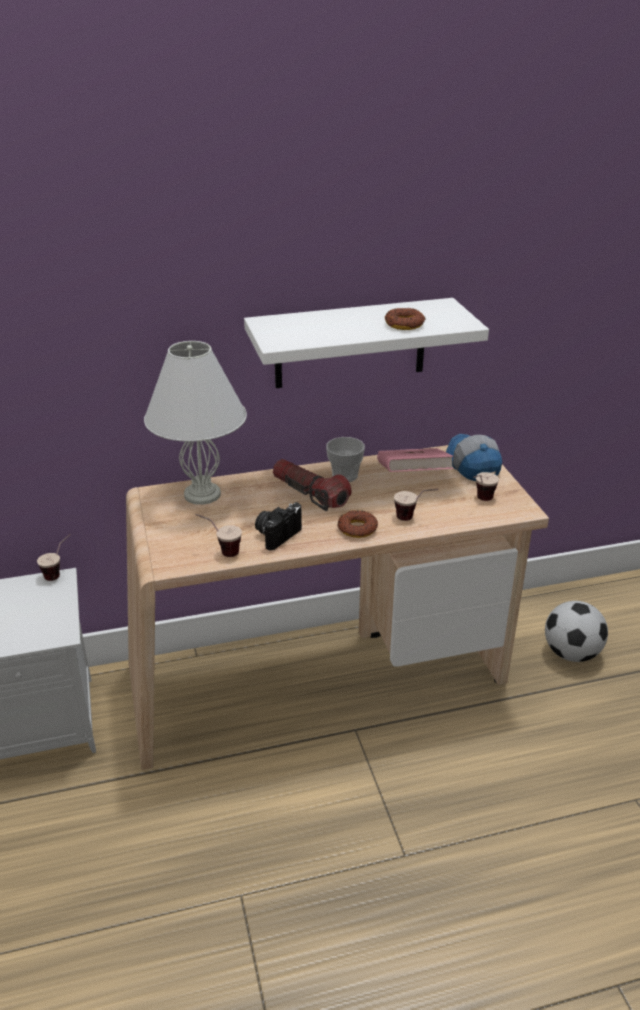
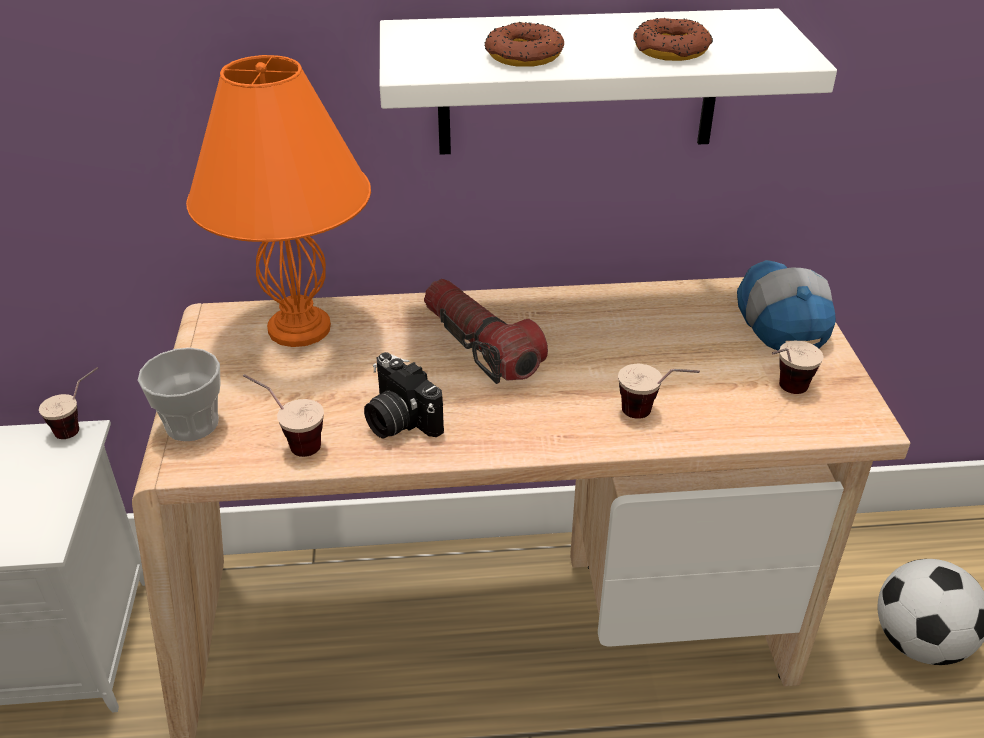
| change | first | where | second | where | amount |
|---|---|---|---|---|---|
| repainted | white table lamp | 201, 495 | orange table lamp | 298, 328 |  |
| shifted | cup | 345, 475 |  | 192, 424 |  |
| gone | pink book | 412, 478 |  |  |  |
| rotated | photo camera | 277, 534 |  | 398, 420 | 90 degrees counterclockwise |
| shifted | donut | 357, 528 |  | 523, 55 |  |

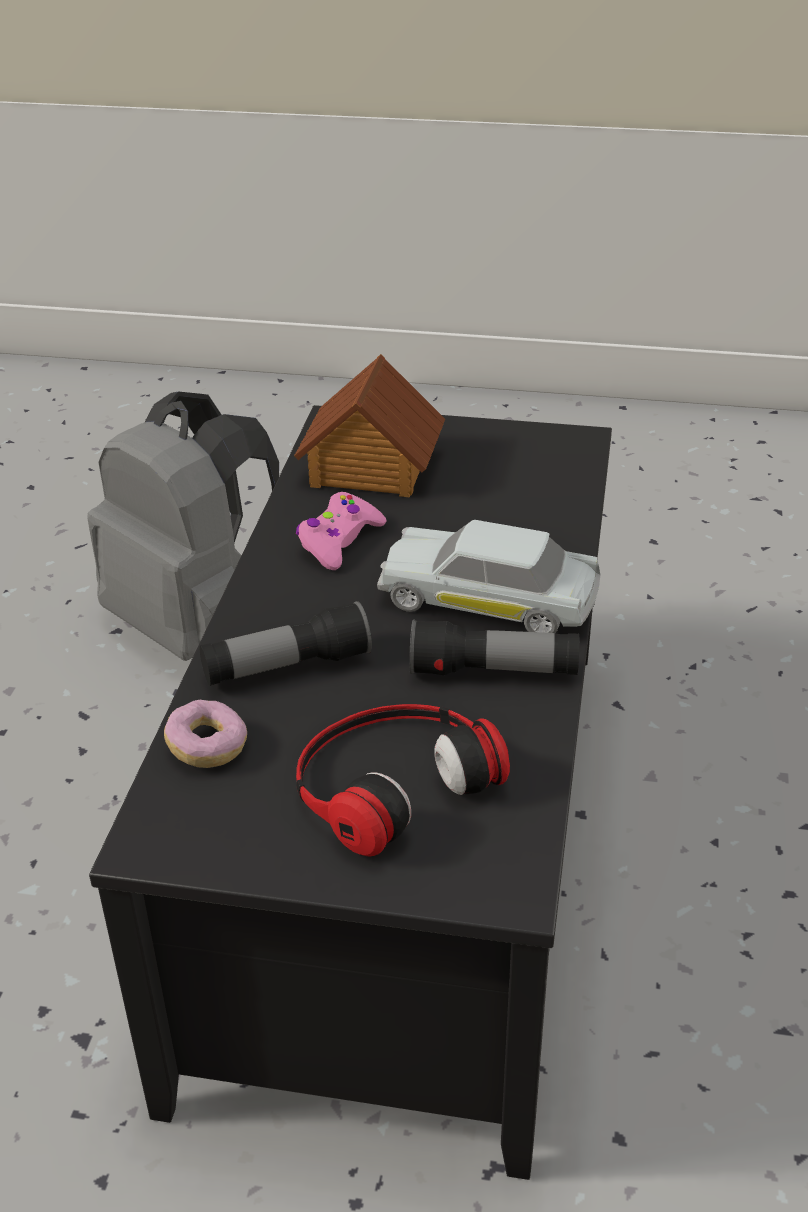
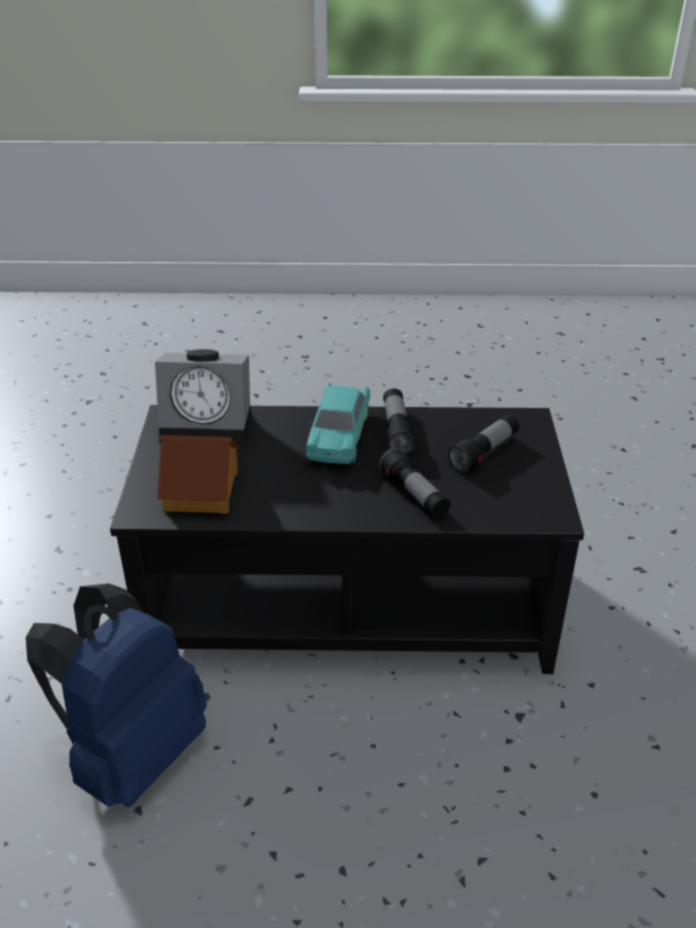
| change | first | where | second | where | amount |
|---|---|---|---|---|---|
| repainted | grey backpack | 196, 624 | blue backpack | 132, 754 |  |
| gone | pink game controller | 339, 541 |  |  |  |
| repainted | white toy car | 488, 601 | turquoise toy car | 339, 435 |  |
| gone | donut | 207, 747 |  |  |  |
| swapped | headphones | 391, 780 | flashlight | 484, 452 |  |
| new |  |  | alarm clock | 210, 425 |  |

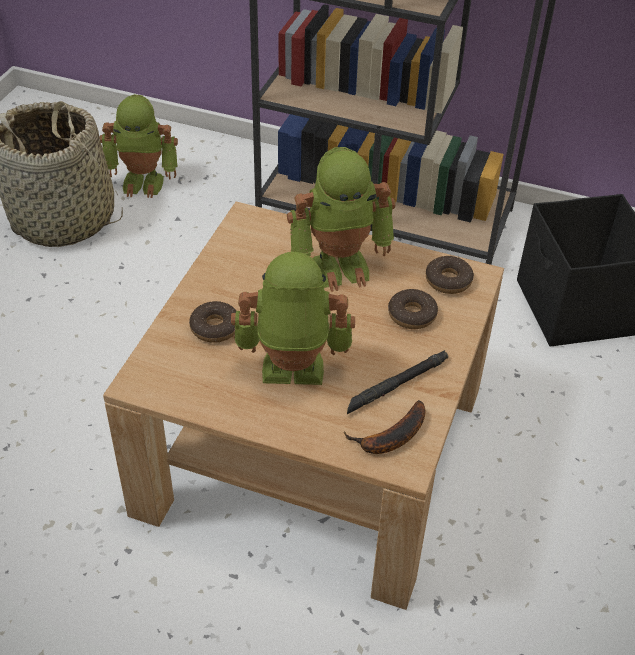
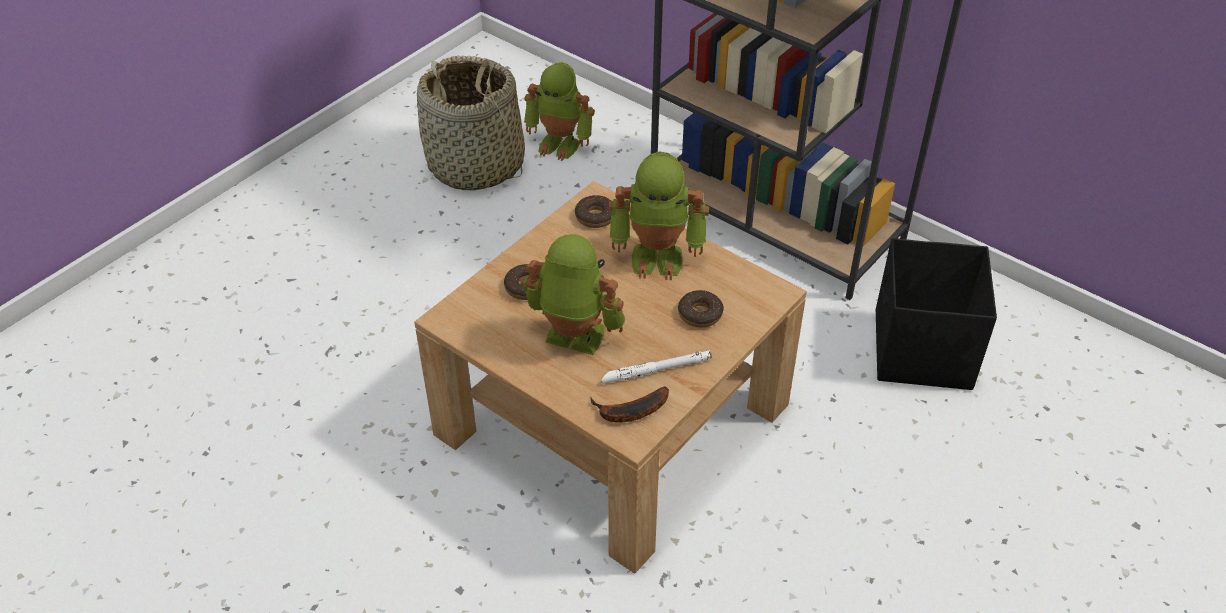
| change | first | where | second | where | amount |
|---|---|---|---|---|---|
| shifted | donut | 448, 280 |  | 595, 217 |  |
| repainted | black flashlight | 396, 385 | white flashlight | 656, 370 |  |

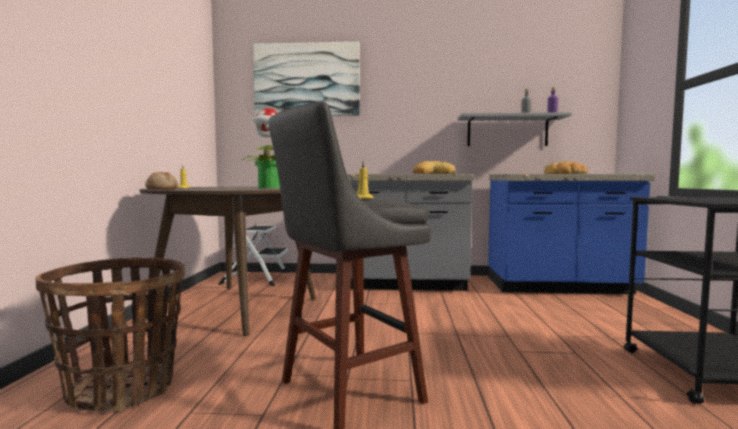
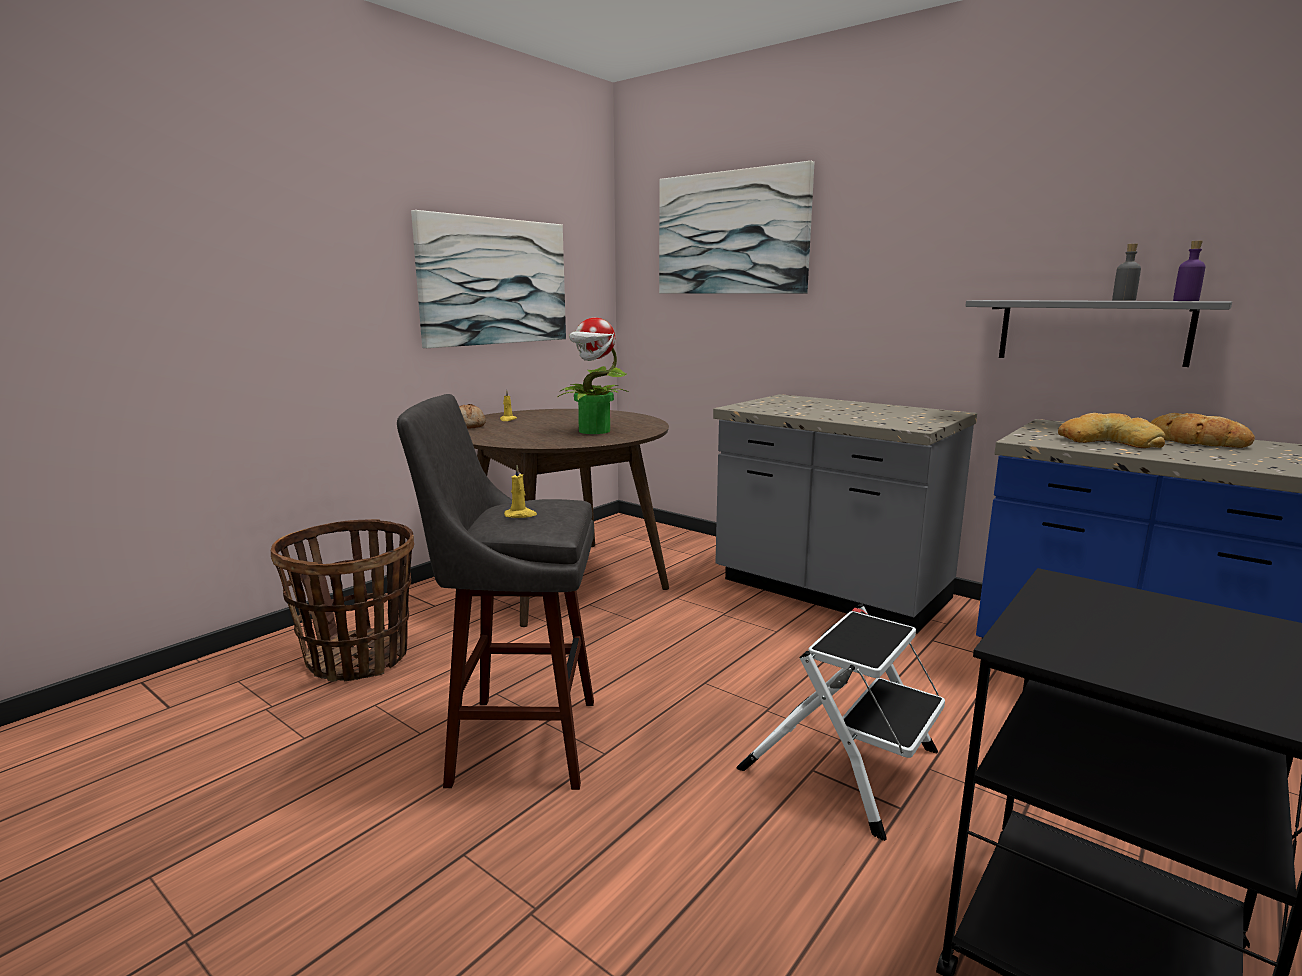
| change | first | where | second | where | amount |
|---|---|---|---|---|---|
| shifted | bread | 433, 173 |  | 1108, 441 |  |
| shifted | step ladder | 256, 278 |  | 841, 764 |  |
| new |  |  | picture | 494, 282 |  |

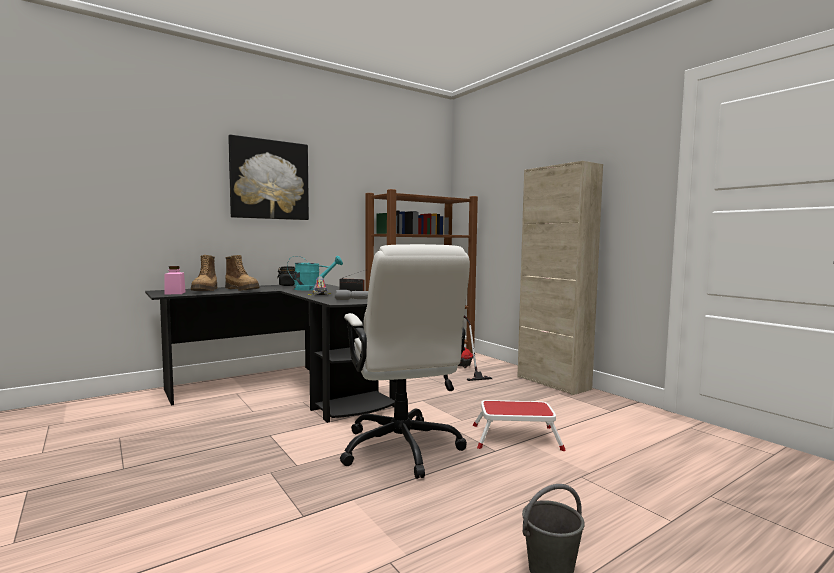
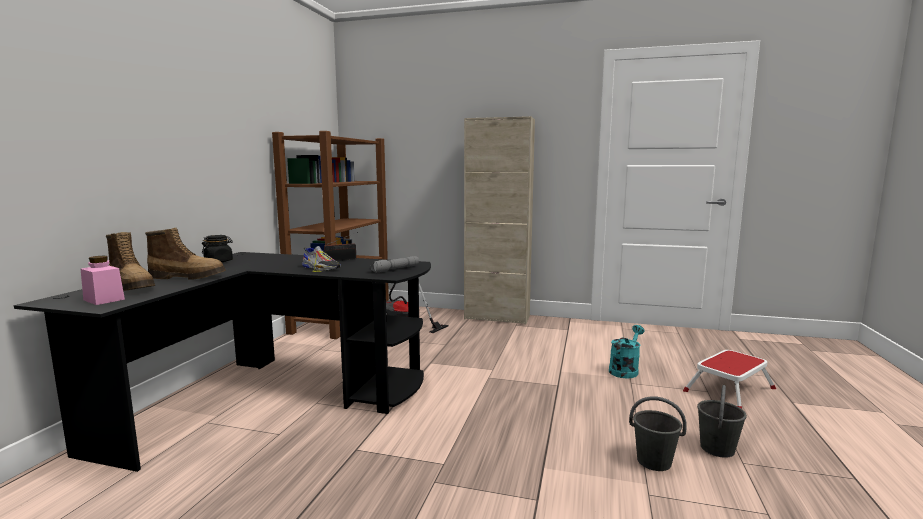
| change | first | where | second | where | amount |
|---|---|---|---|---|---|
| gone | picture | 269, 180 |  |  |  |
| gone | white office chair | 403, 451 |  |  |  |
| shifted | turquoise watering can | 312, 289 |  | 625, 370 |  |
| shifted | red step ladder | 516, 437 |  | 729, 389 |  |
| new |  |  | grey bucket | 653, 461 |  |

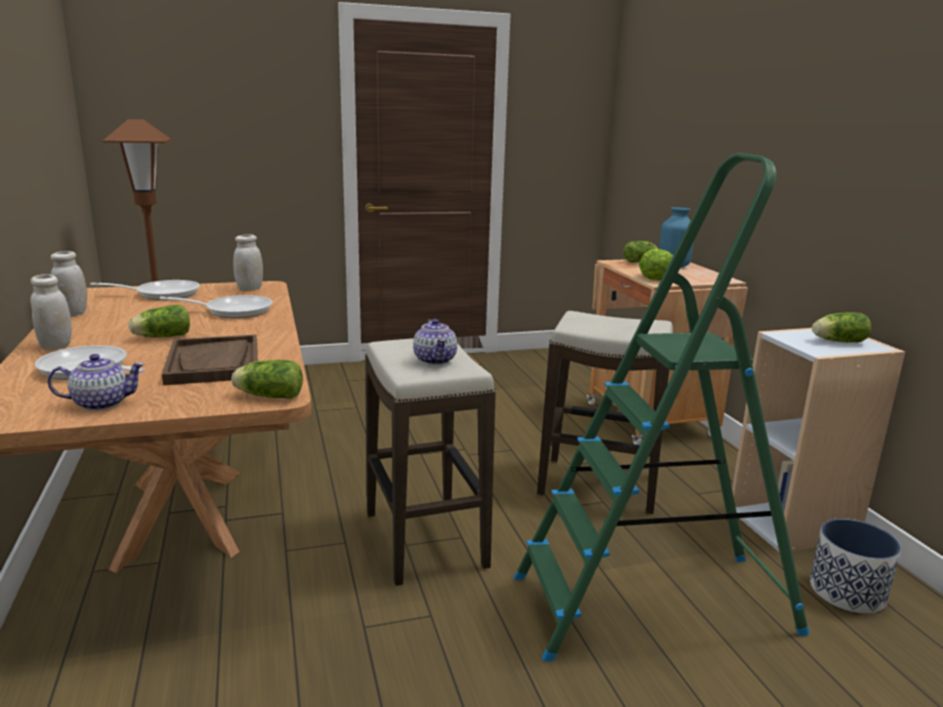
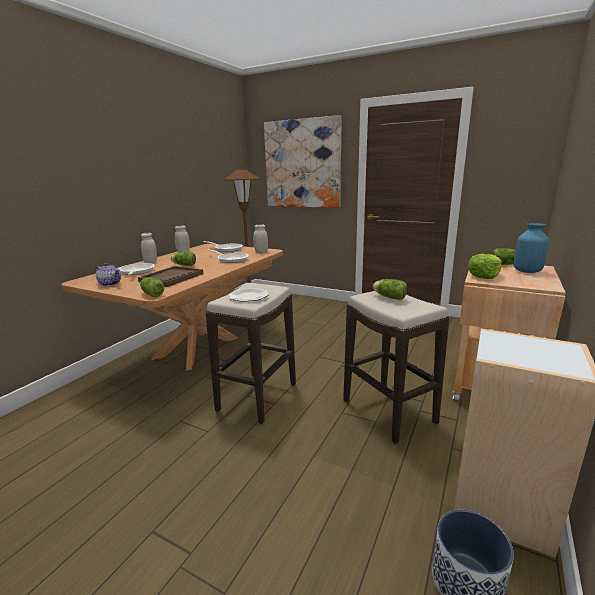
| change | first | where | second | where | amount |
|---|---|---|---|---|---|
| gone | green step ladder | 652, 605 |  |  |  |
| shifted | lettuce | 837, 341 |  | 388, 297 |  |
| swapped | teapot | 435, 360 | plate | 248, 296 |  |
| new |  |  | picture | 302, 164 |  |

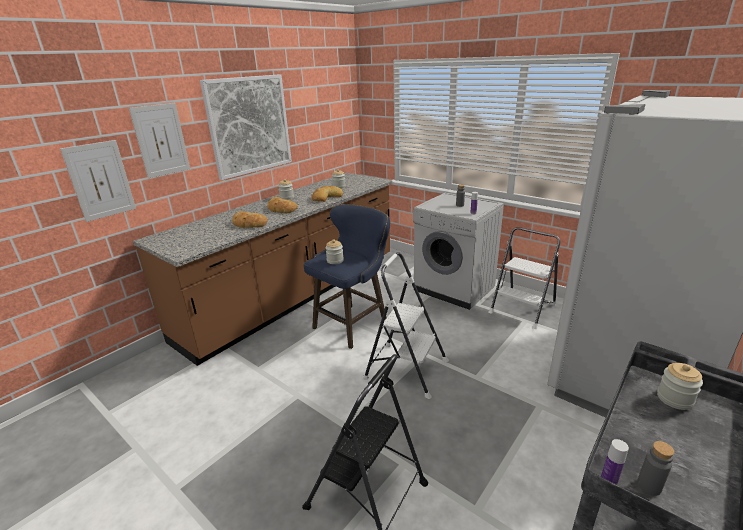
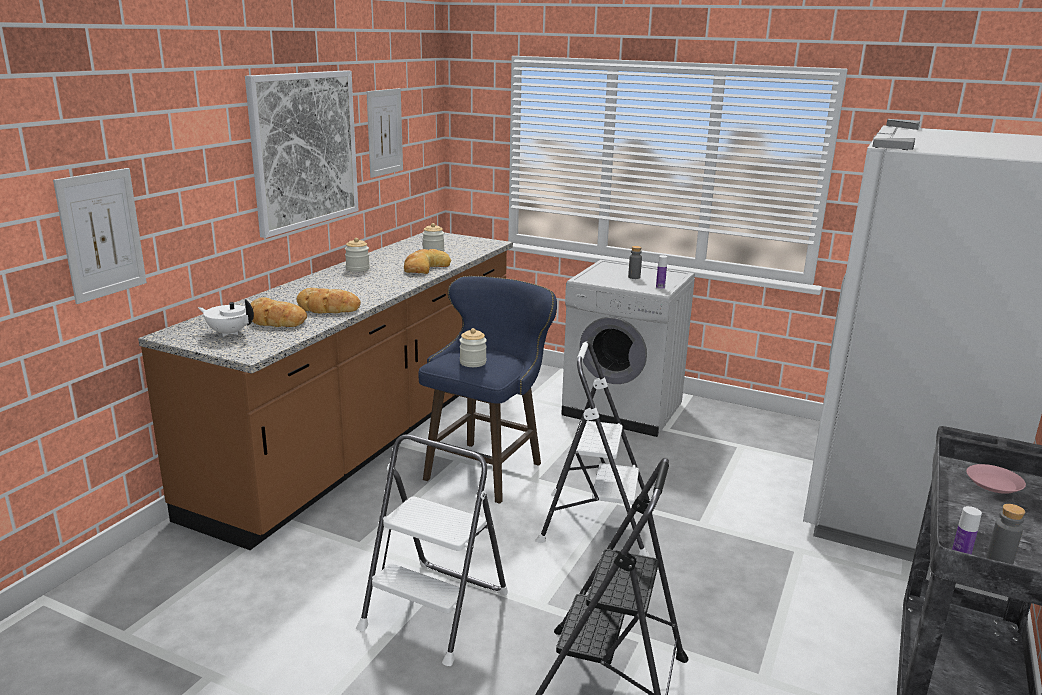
| change | first | where | second | where | amount |
|---|---|---|---|---|---|
| shifted | picture | 161, 140 |  | 384, 132 |  |
| shifted | bread | 281, 209 |  | 274, 320 |  |
| shifted | white step ladder | 524, 307 |  | 439, 607 |  |
| swapped | jar | 674, 399 | pink plate | 994, 483 |  |
| new |  |  | white teapot | 229, 333 |  |

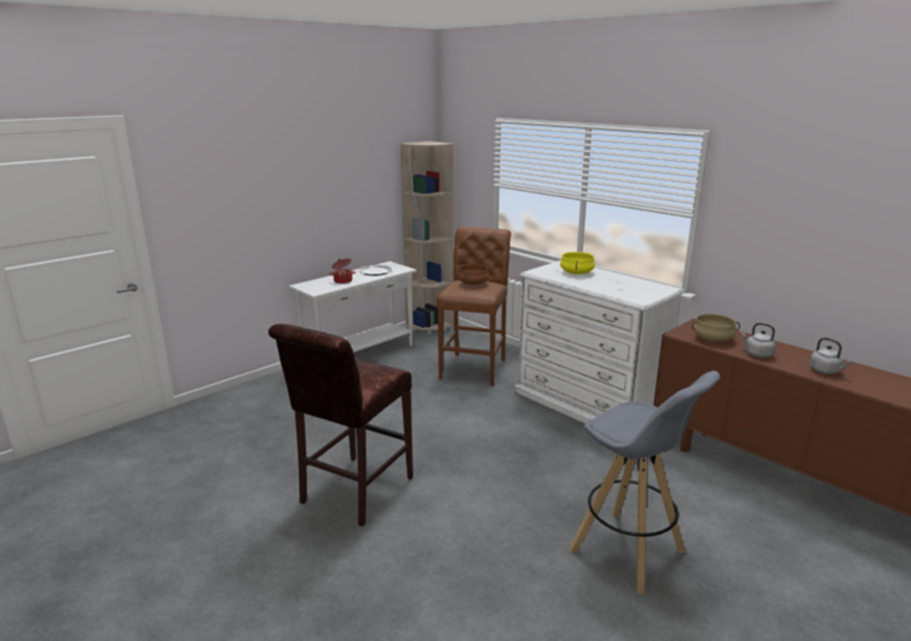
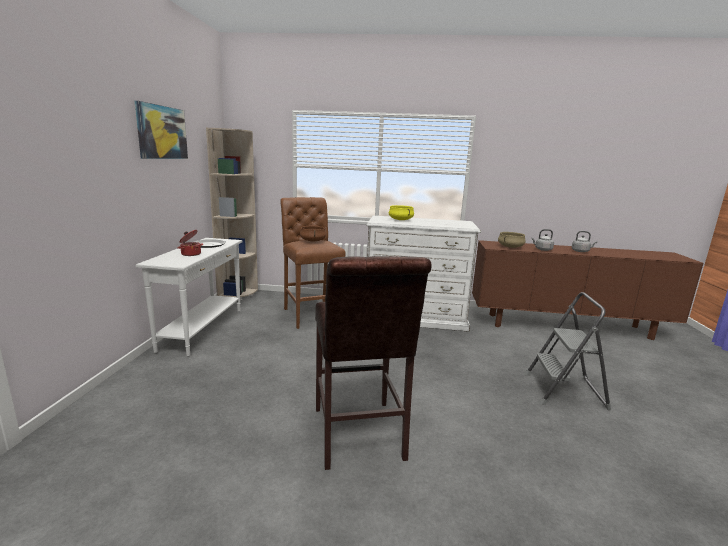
| change | first | where | second | where | amount |
|---|---|---|---|---|---|
| swapped | grey stool | 629, 553 | grey step ladder | 568, 391 |  |
| new |  |  | picture | 162, 132 |  |

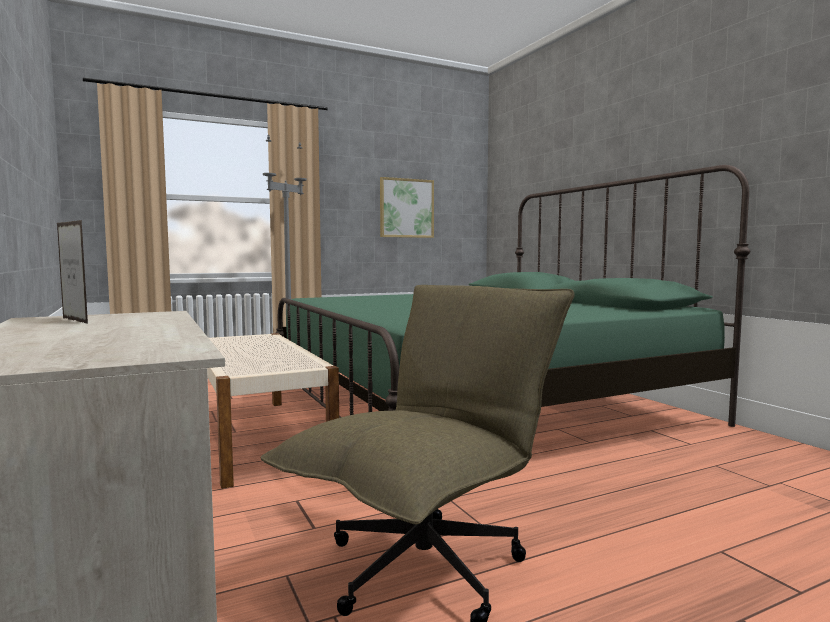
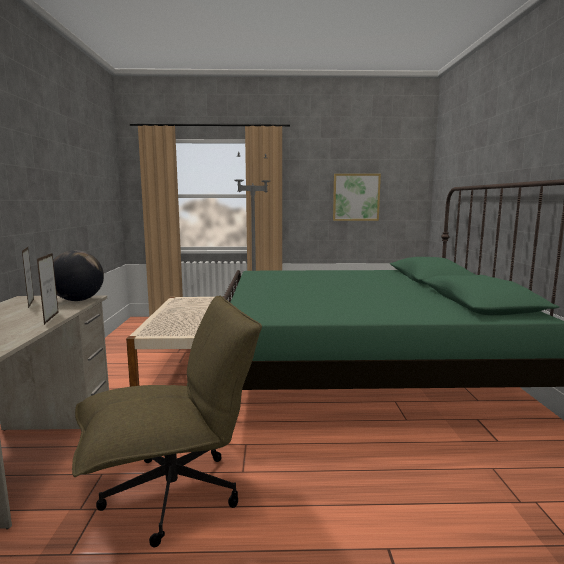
| change | first | where | second | where | amount |
|---|---|---|---|---|---|
| new |  |  | globe | 78, 300 |  |
| new |  |  | picture frame | 51, 318 |  |

